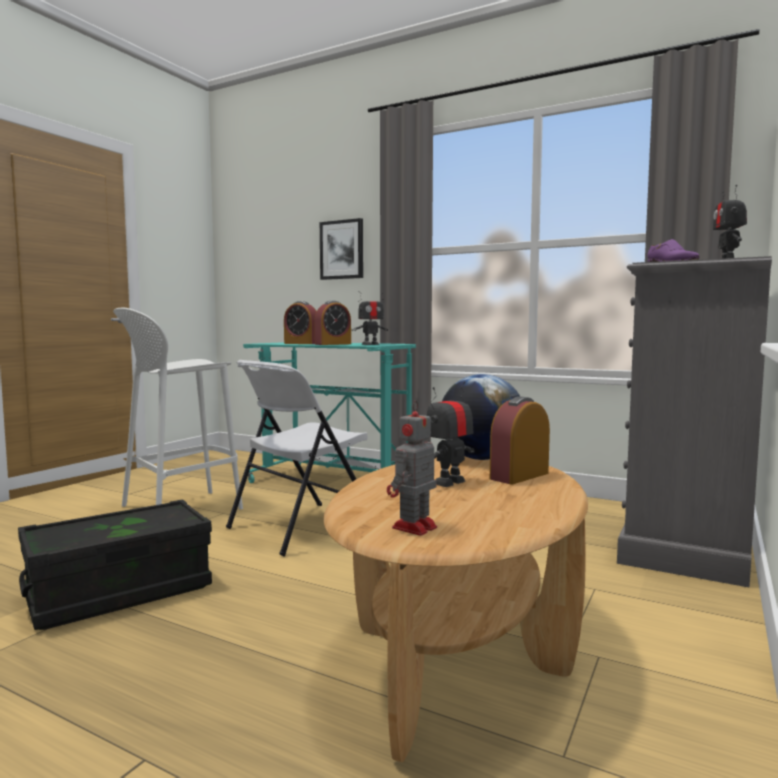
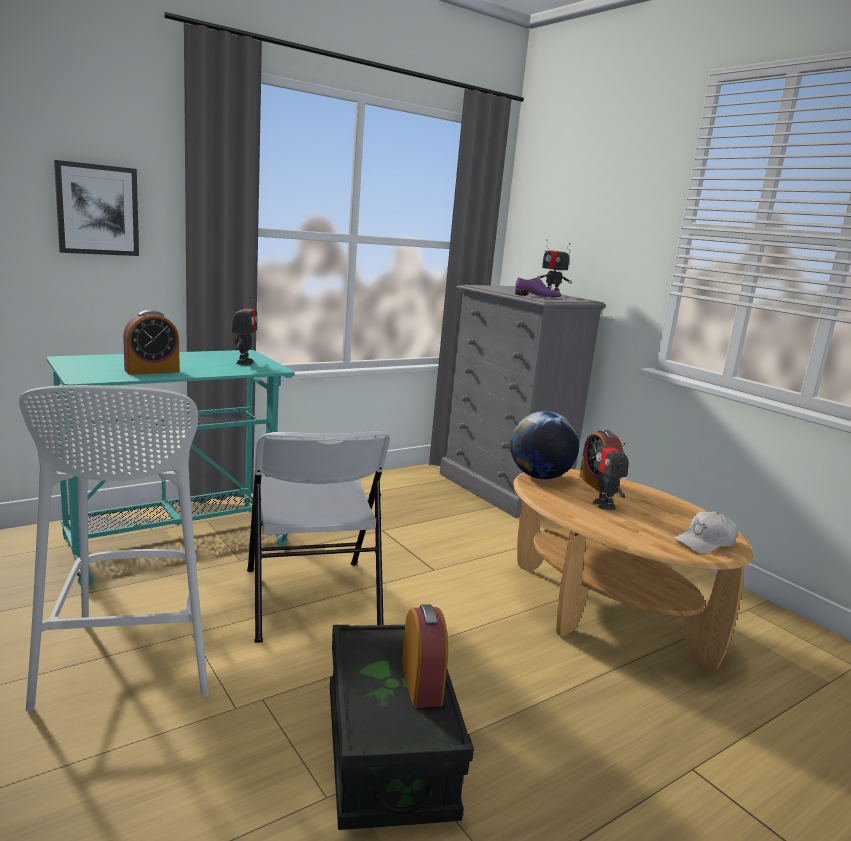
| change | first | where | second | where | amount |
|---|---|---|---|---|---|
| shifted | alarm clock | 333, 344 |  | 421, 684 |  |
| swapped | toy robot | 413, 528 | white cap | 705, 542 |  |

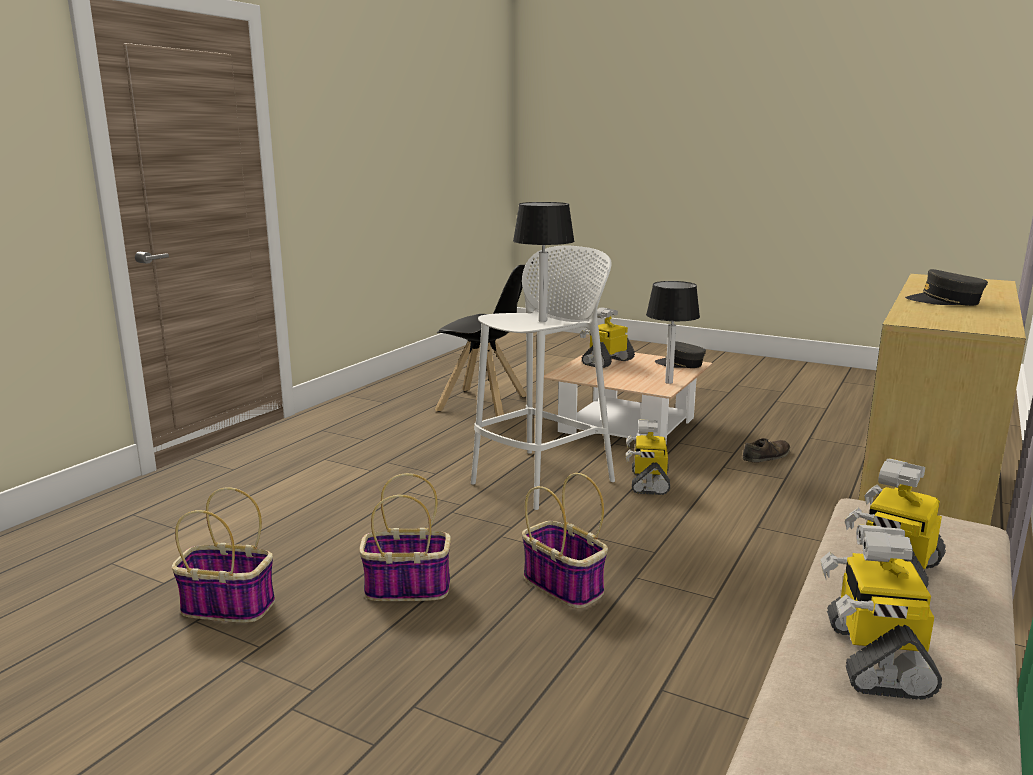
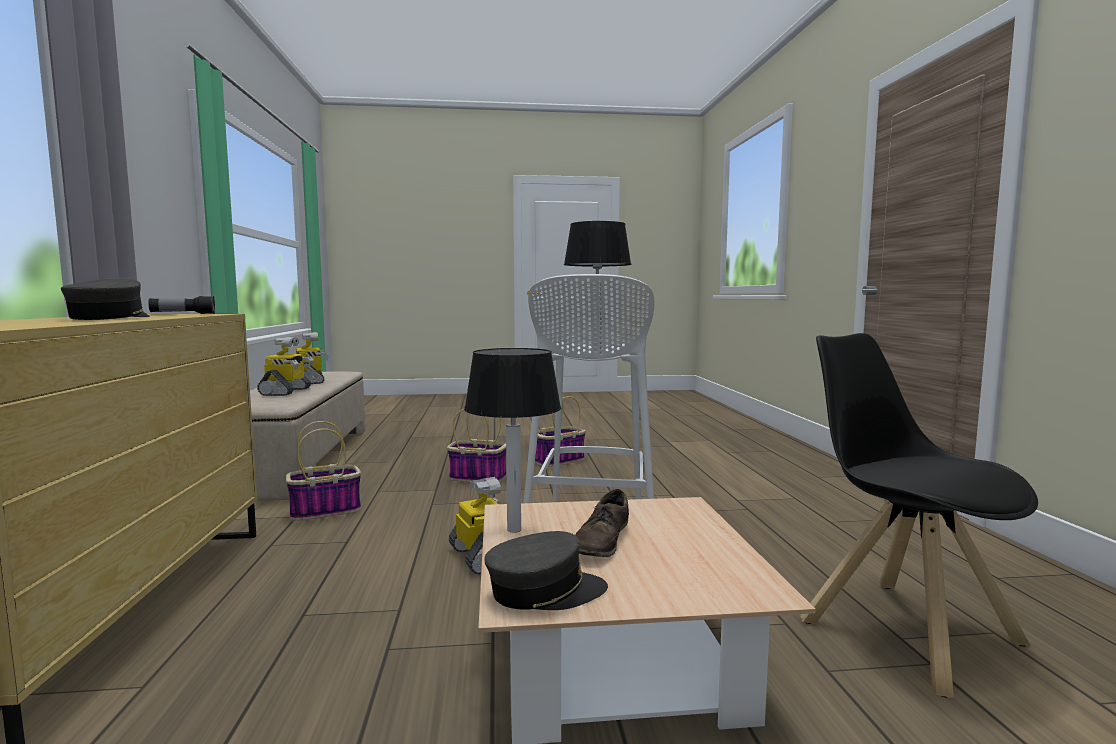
| change | first | where | second | where | amount |
|---|---|---|---|---|---|
| rotated | black chair | 485, 404 |  | 904, 628 | 75 degrees clockwise |
| rotated | grey cap | 945, 301 |  | 110, 318 | 90 degrees counterclockwise |
| gone | toy robot | 607, 362 |  |  |  |
| shifted | brown shoe | 766, 456 |  | 602, 540 |  |
| shifted | basket | 226, 607 |  | 326, 510 |  |
| new |  |  | flashlight | 183, 314 |  |

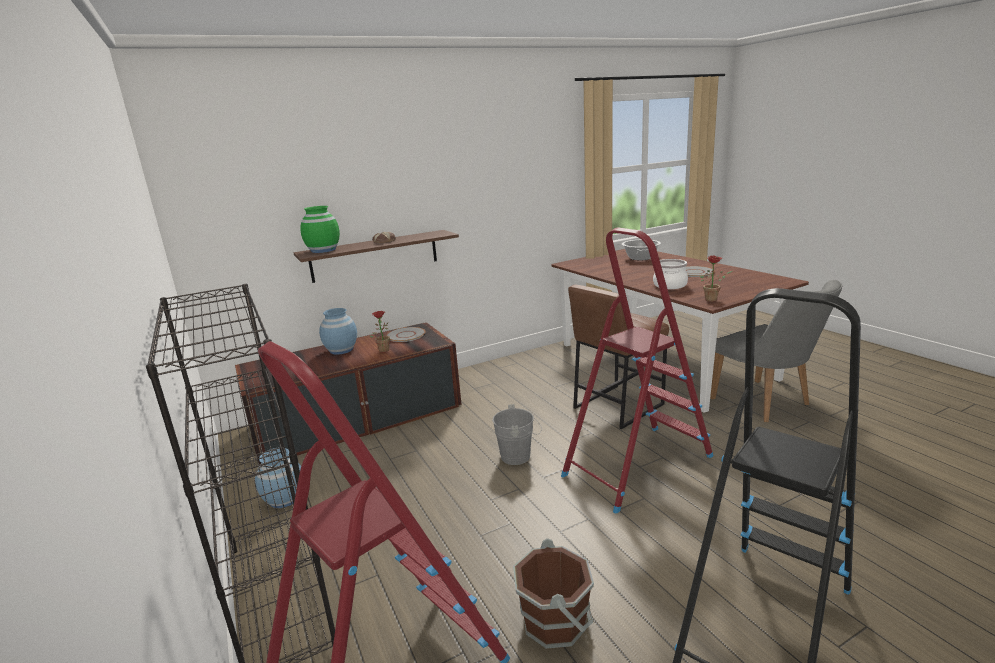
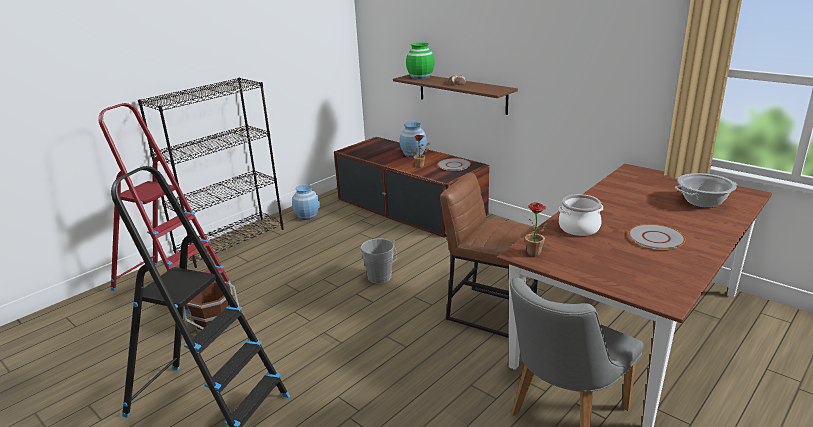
| change | first | where | second | where | amount |
|---|---|---|---|---|---|
| gone | red step ladder | 638, 465 |  |  |  |

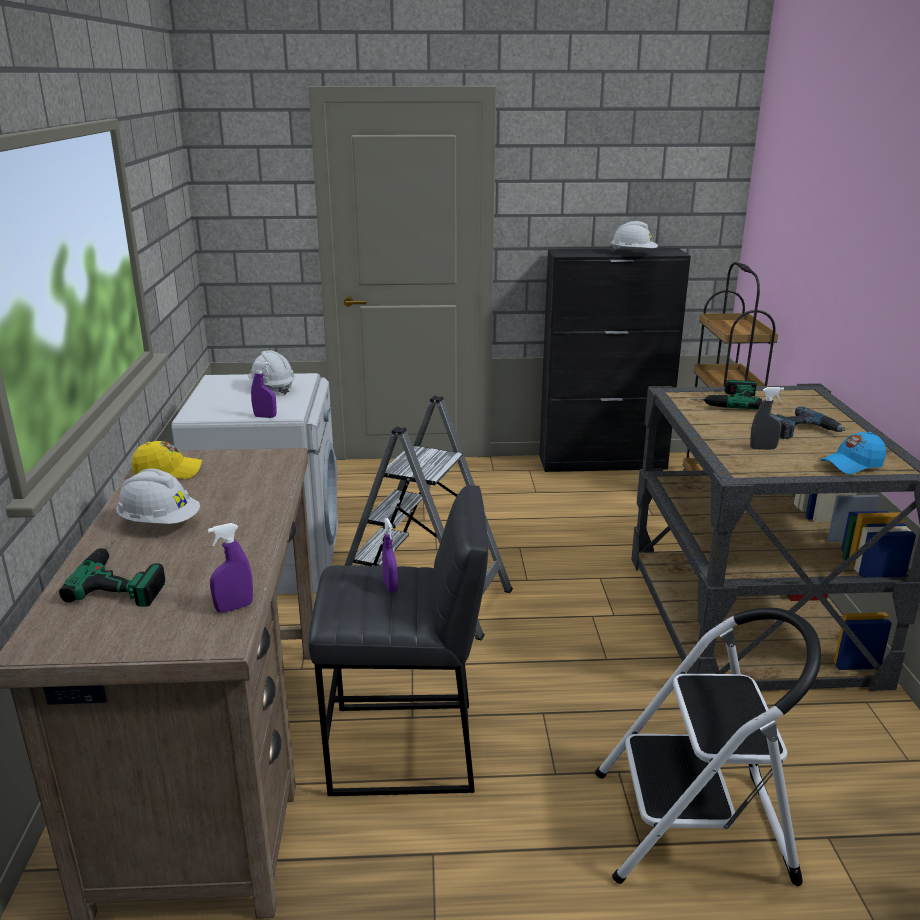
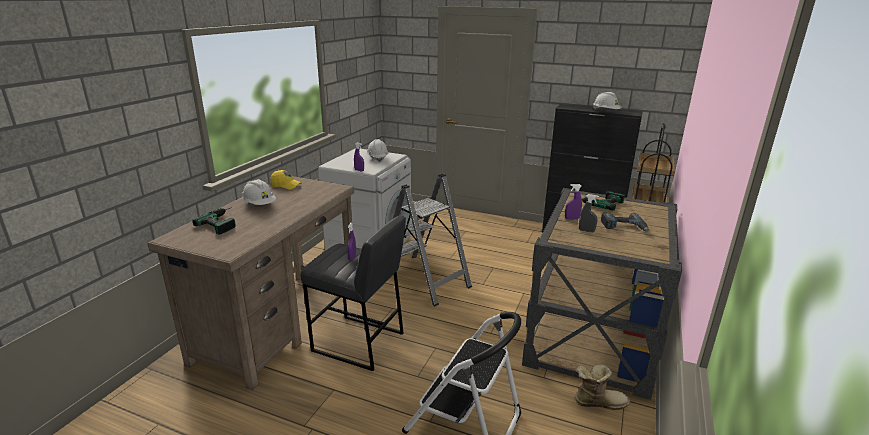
| change | first | where | second | where | amount |
|---|---|---|---|---|---|
| gone | blue cap | 852, 464 |  |  |  |
| shifted | purple spray bottle | 234, 607 |  | 572, 218 |  |
| new |  |  | boot | 598, 401 |  |

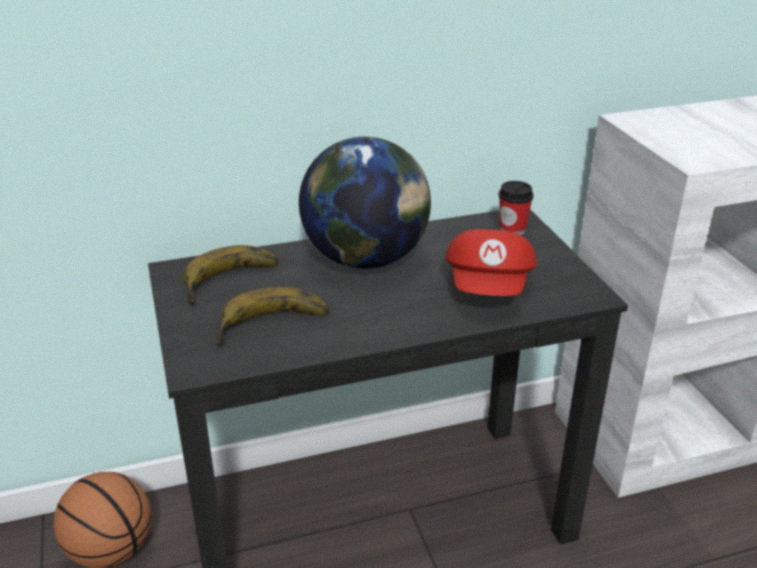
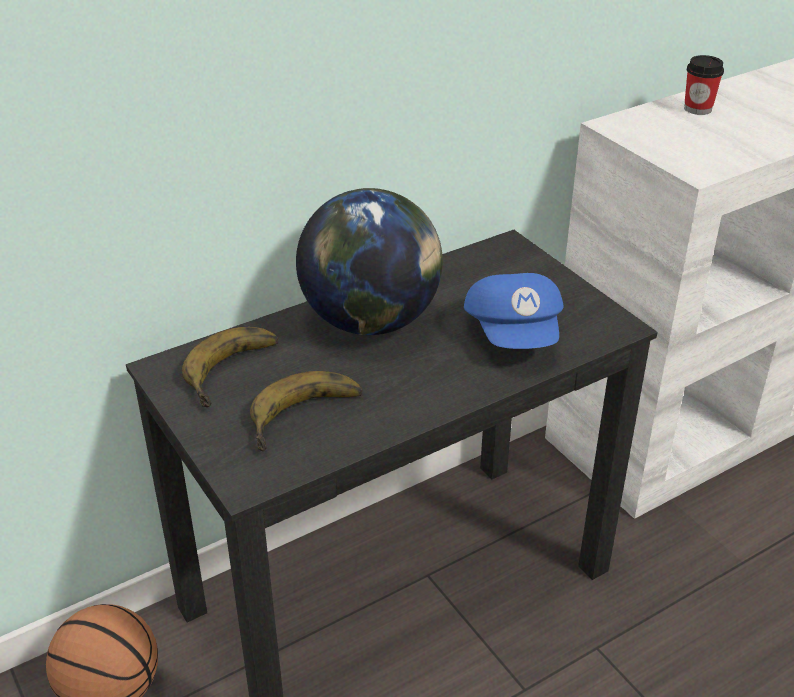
| change | first | where | second | where | amount |
|---|---|---|---|---|---|
| shifted | cup | 512, 230 |  | 697, 109 |  |
| repainted | red cap | 490, 287 | blue cap | 515, 334 |  |

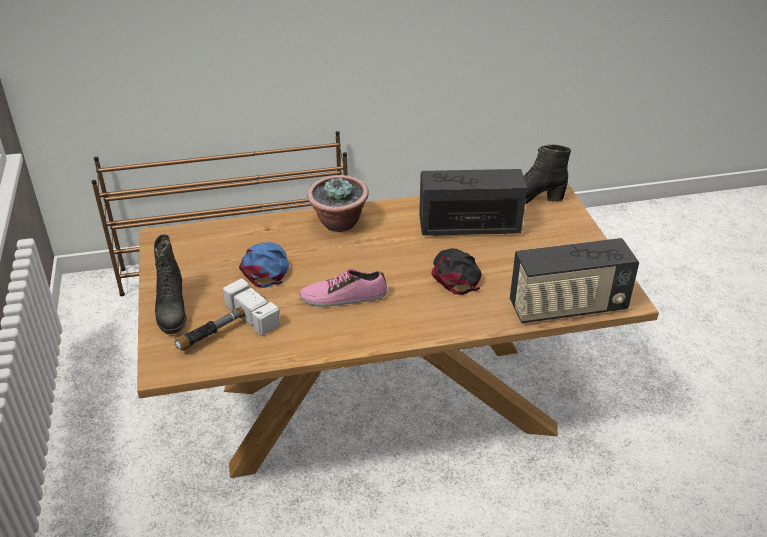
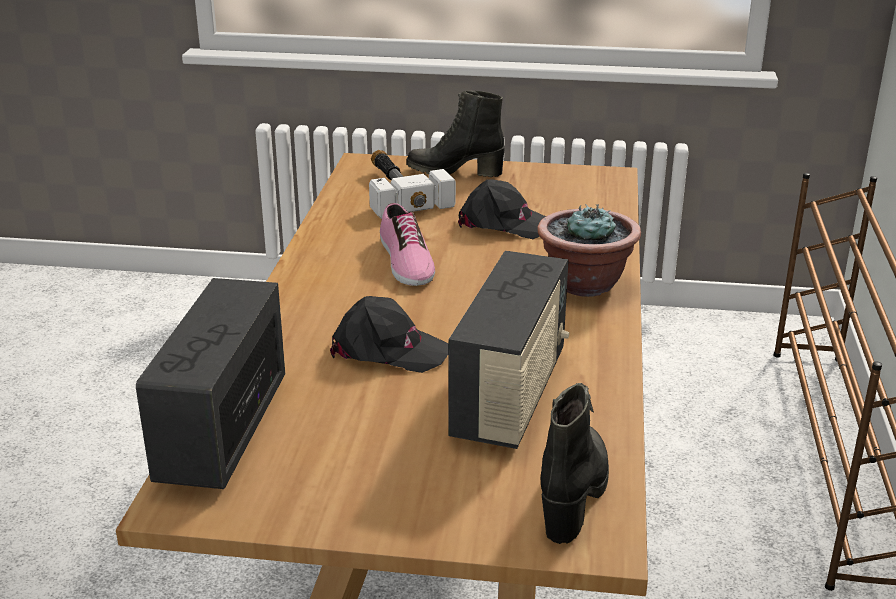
| change | first | where | second | where | amount |
|---|---|---|---|---|---|
| repainted | blue cap | 266, 267 | black cap | 504, 224 |  |
| rotated | shoe | 343, 296 |  | 404, 261 | 150 degrees clockwise |

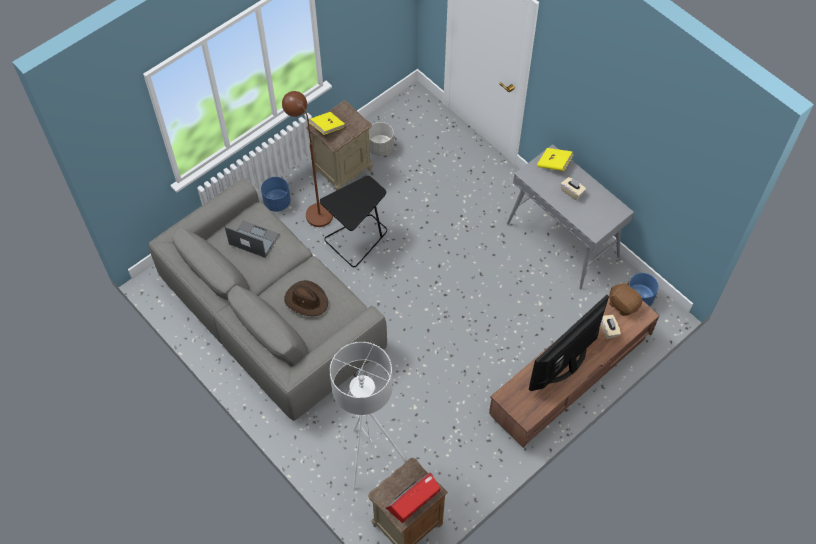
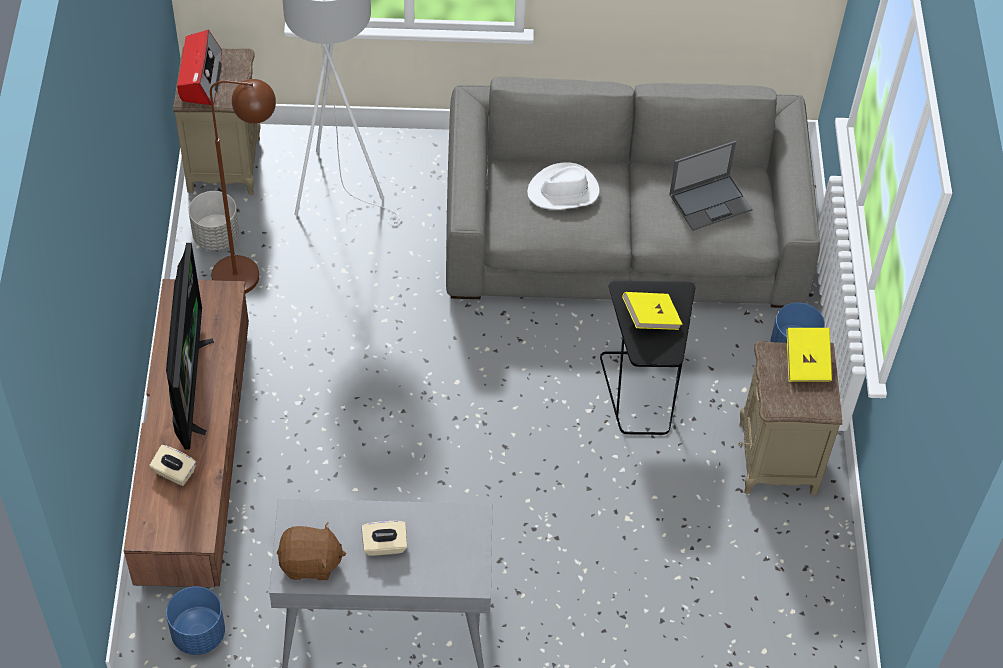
| change | first | where | second | where | amount |
|---|---|---|---|---|---|
| shifted | brown floor lamp | 314, 210 |  | 250, 279 |  |
| shifted | grey planter | 380, 147 |  | 216, 237 |  |
| shifted | yellow book | 554, 164 |  | 650, 318 |  |
| repainted | brown hat | 306, 300 | white hat | 564, 191 |  |
| shifted | brown plush toy | 623, 304 |  | 310, 563 |  |

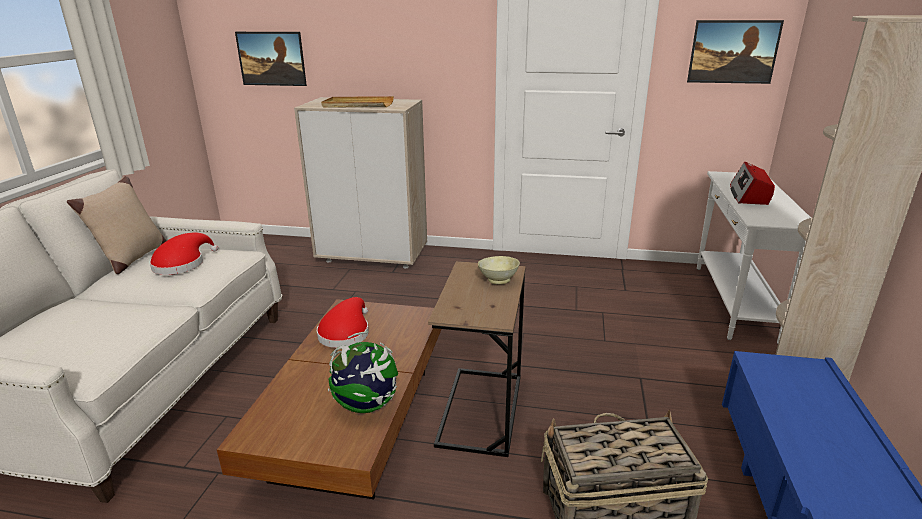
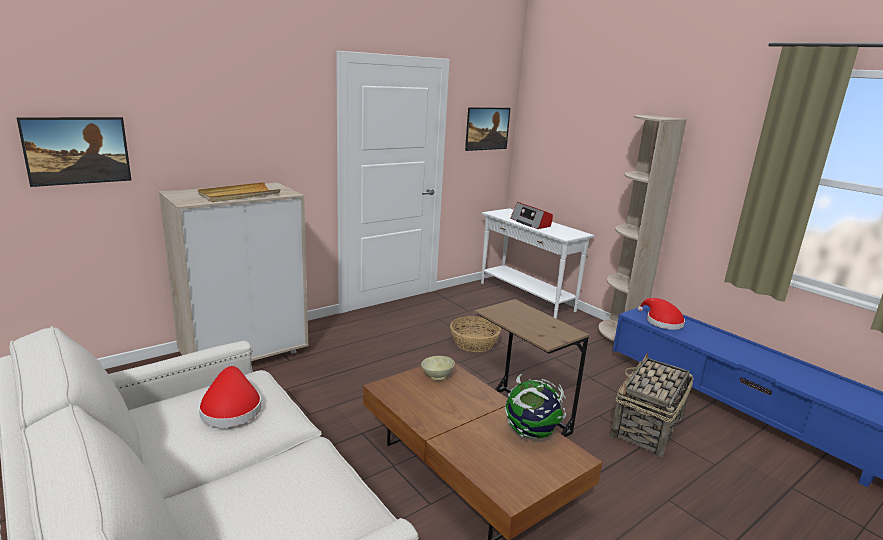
| change | first | where | second | where | amount |
|---|---|---|---|---|---|
| gone | beige pillow | 132, 259 |  |  |  |
| shifted | beige bowl | 498, 280 |  | 437, 376 |  |
| shifted | red hat | 345, 333 |  | 661, 321 |  |
| new |  |  | basket | 473, 343 |  |

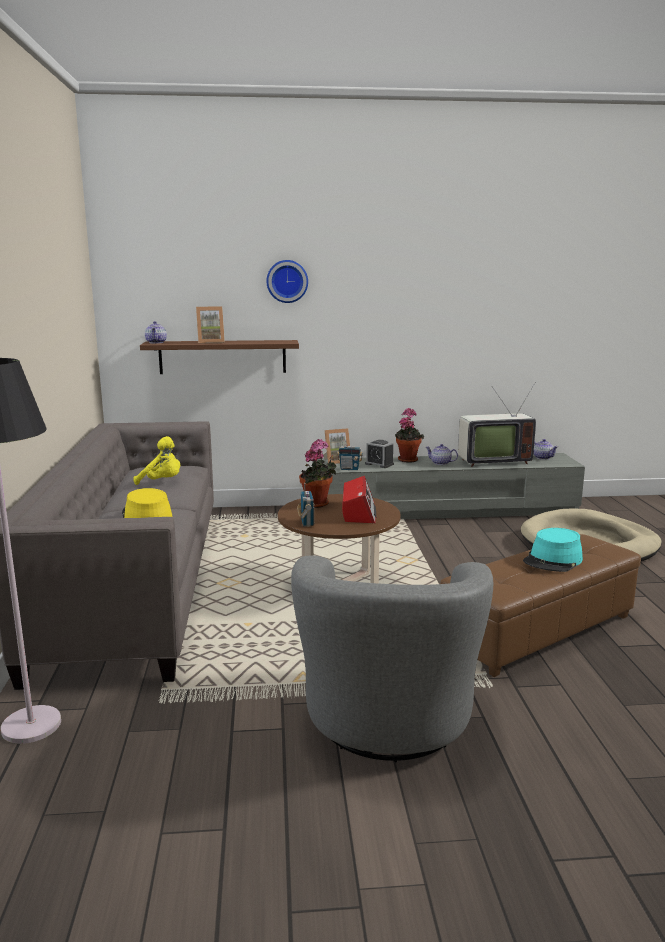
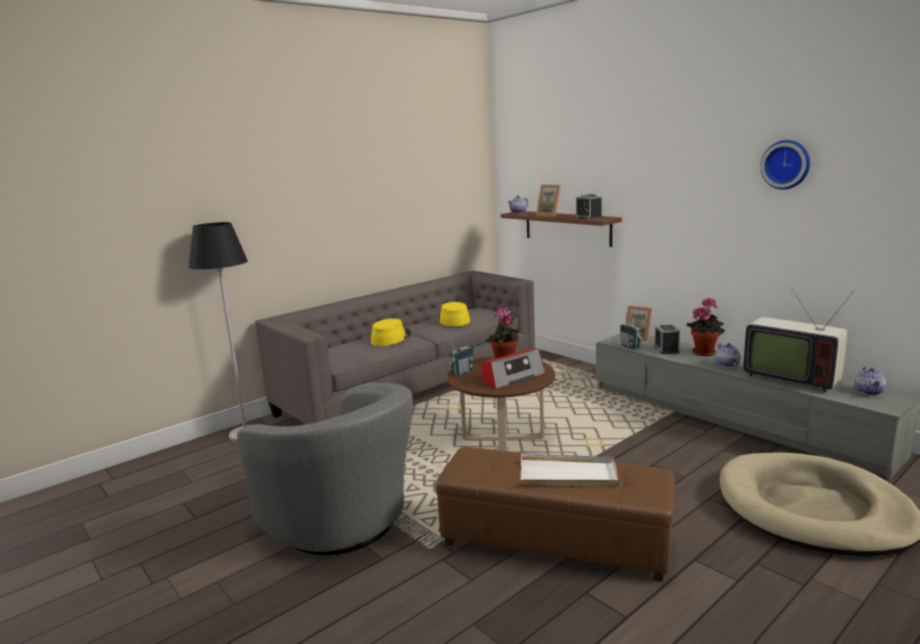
| change | first | where | second | where | amount |
|---|---|---|---|---|---|
| shifted | wall clock | 287, 281 |  | 786, 164 |  |
| swapped | yellow plush toy | 162, 482 | yellow hat | 453, 320 |  |
| swapped | turquoise hat | 553, 560 | white tray | 568, 474 |  |
| rotated | grey armchair | 387, 719 |  | 342, 523 | 105 degrees counterclockwise |
| new |  |  | alarm clock | 588, 217 |  |

